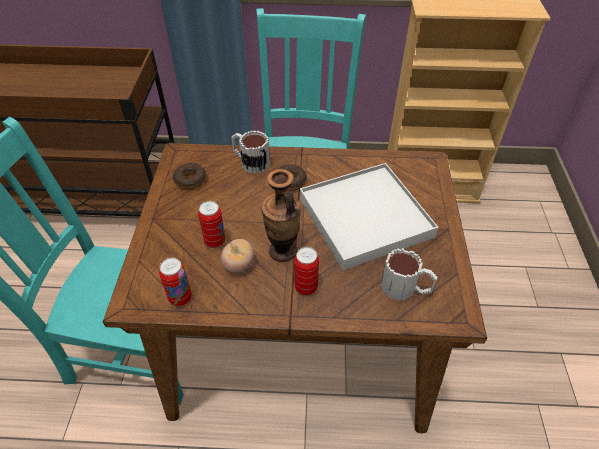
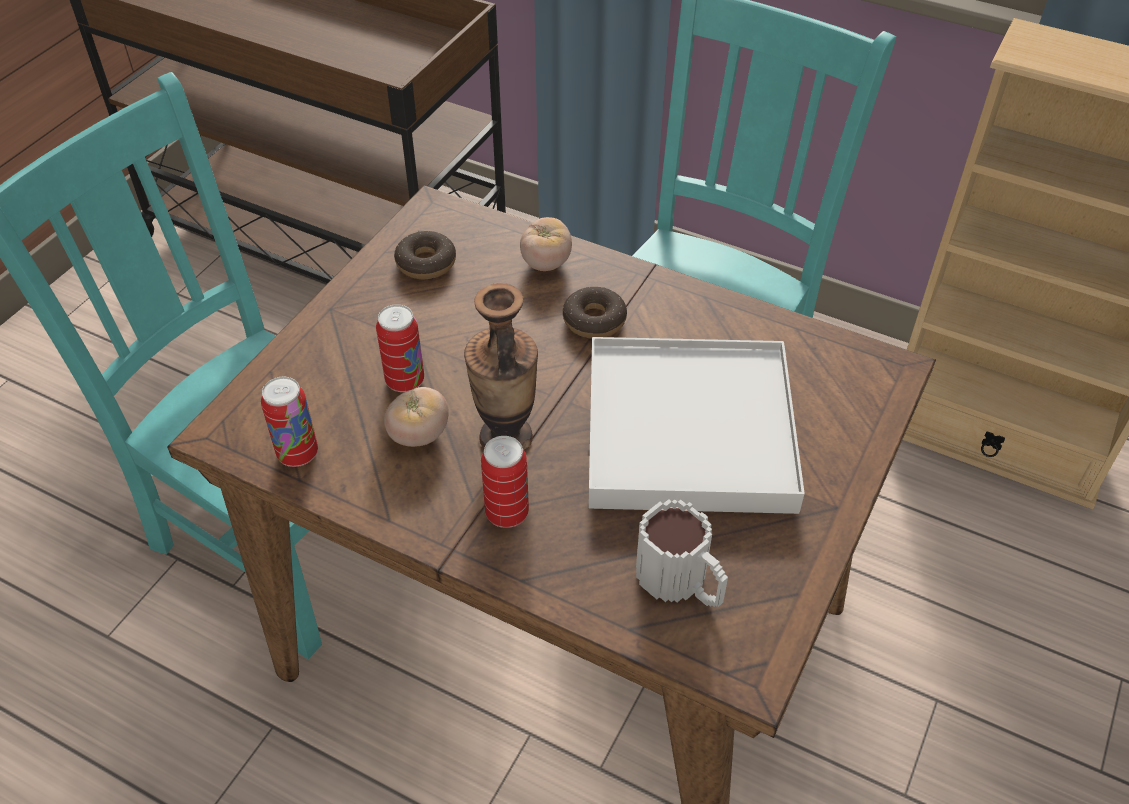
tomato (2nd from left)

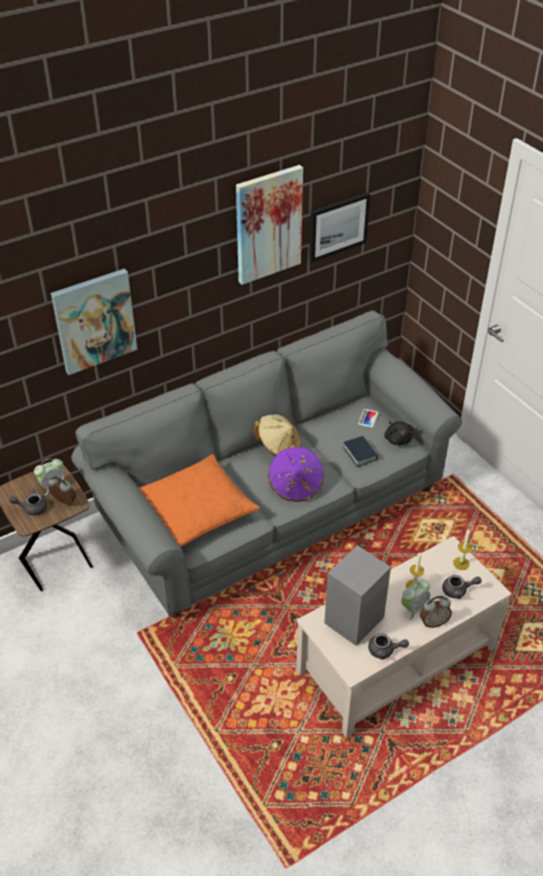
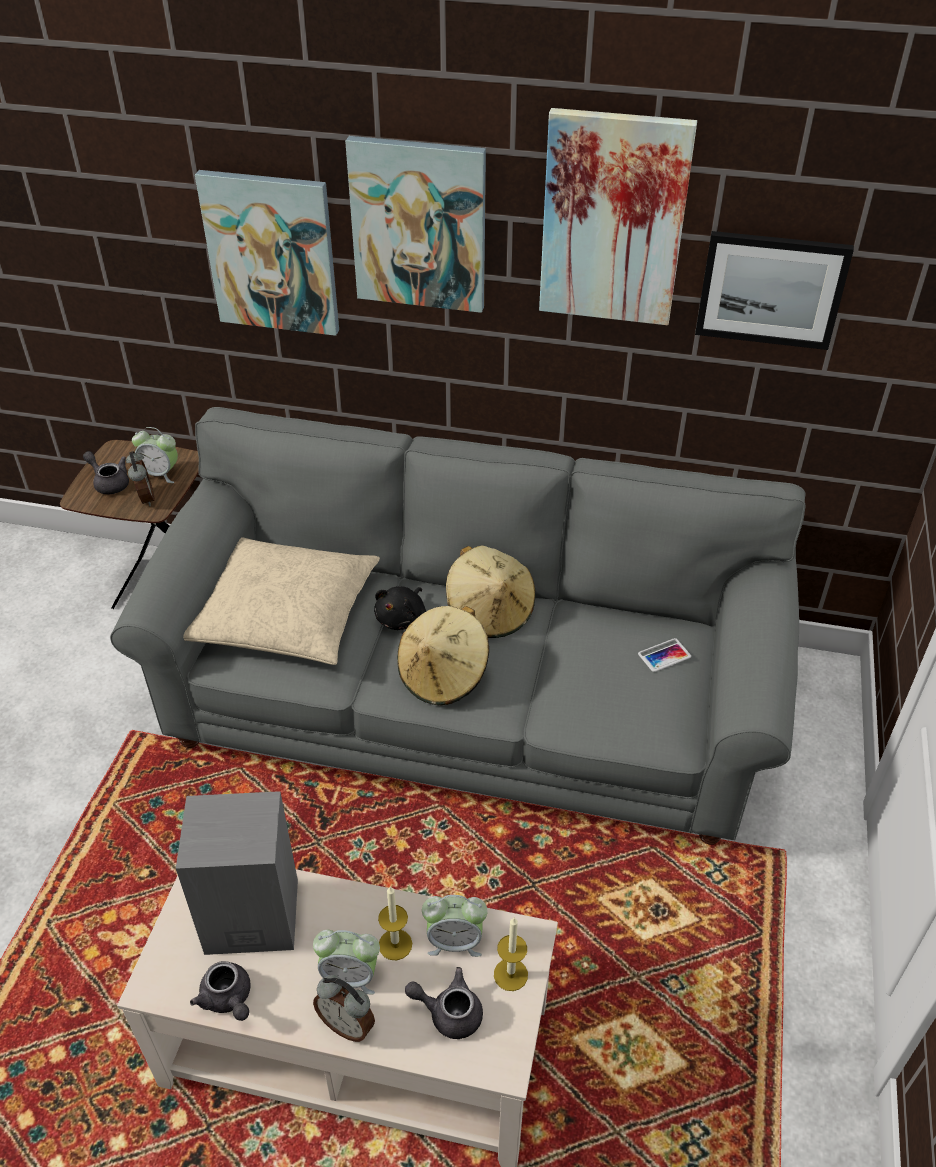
black_plush_toy; book; beige_hat (1st from left); beige_pillow; grey_teapot (3rd from left); picture (2nd from left); alarm_clock (5th from left)

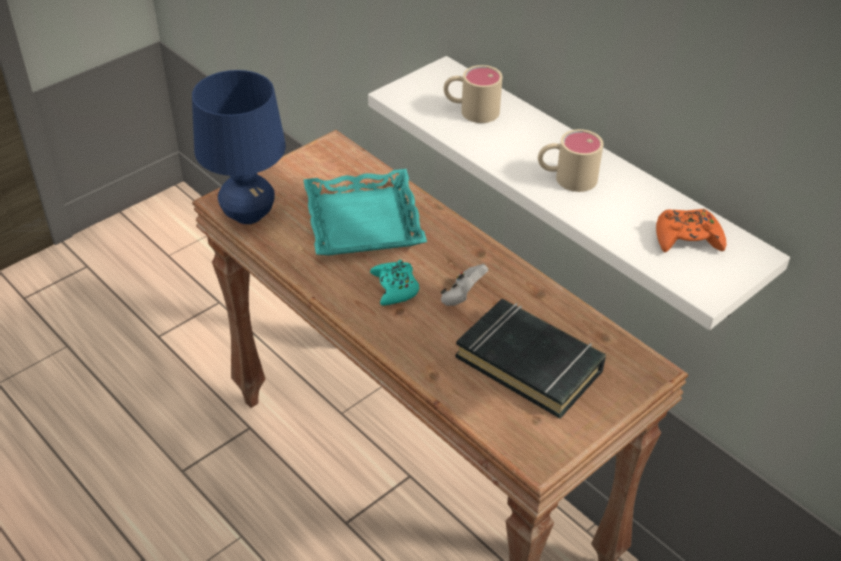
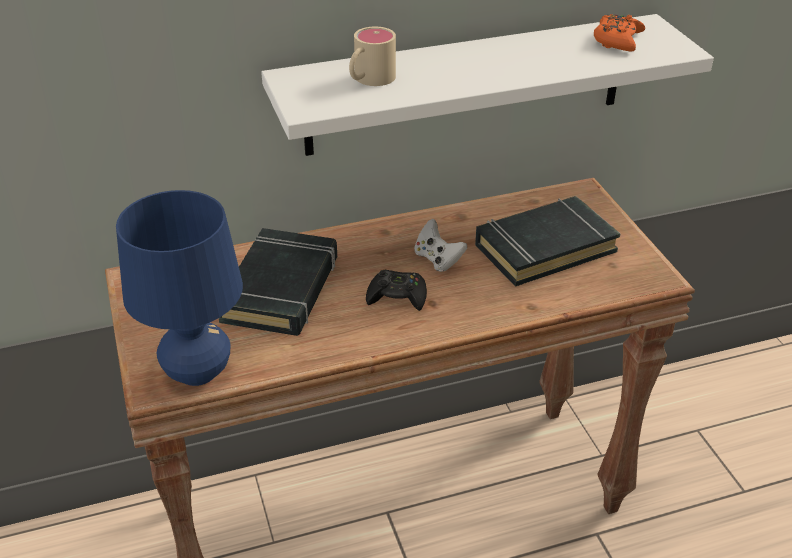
beige_mug (2nd from left in the first image); black_book (1st from left); black_game_controller

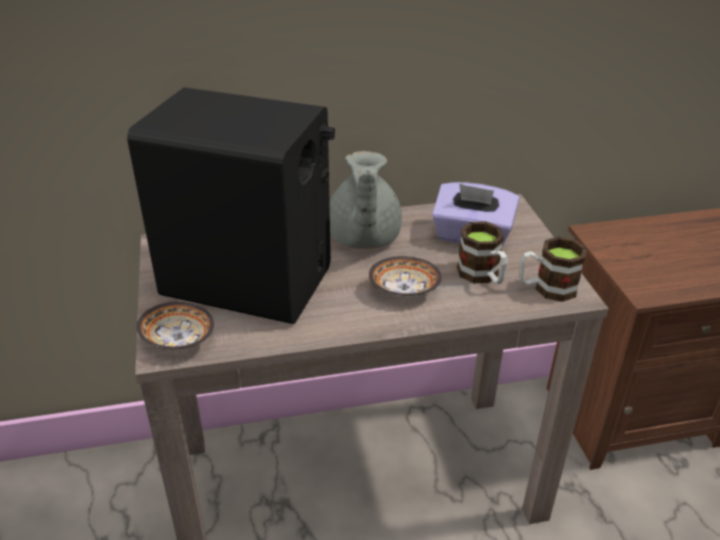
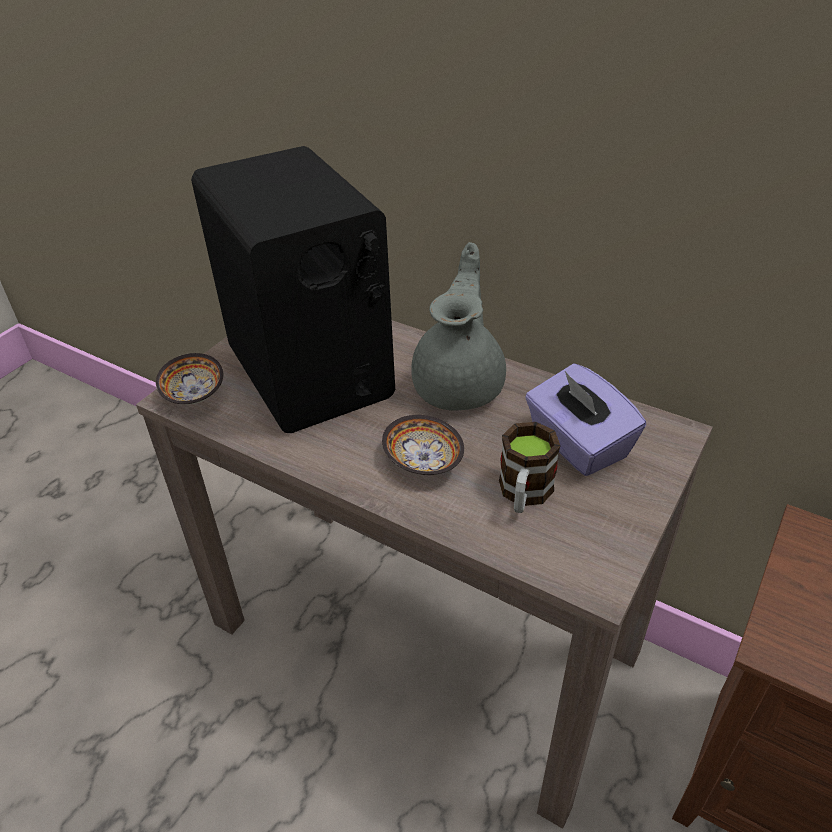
grey_teapot; mug (2nd from left in the first image)

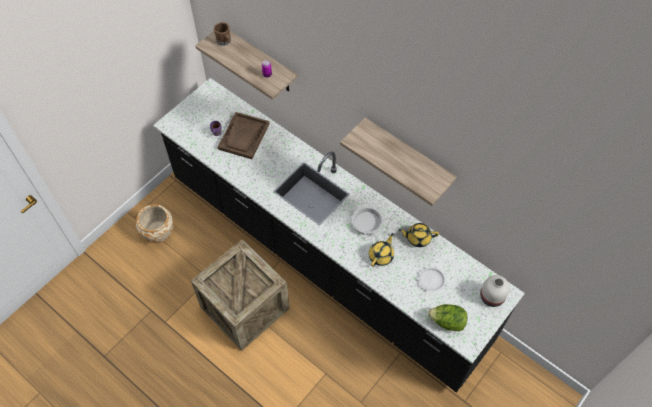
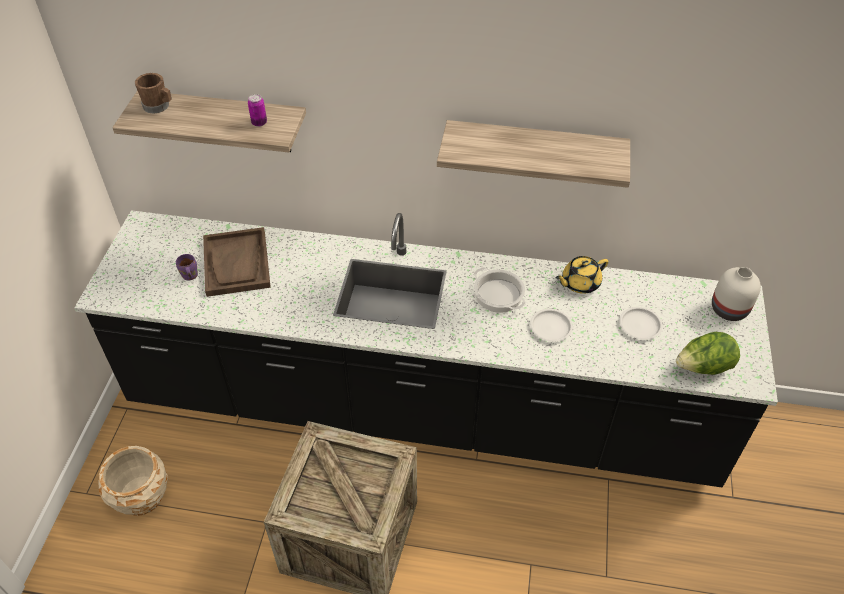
white_plate (1st from left)

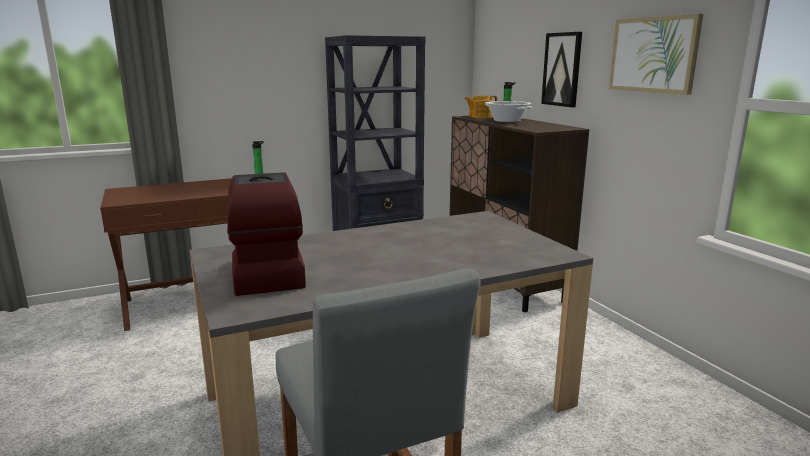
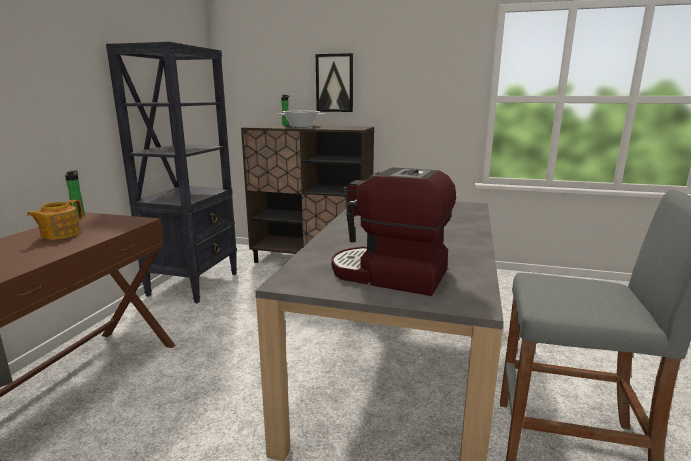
picture (2nd from left in the first image); teapot

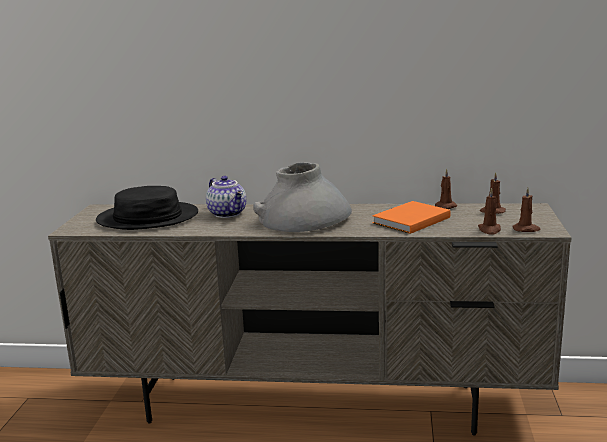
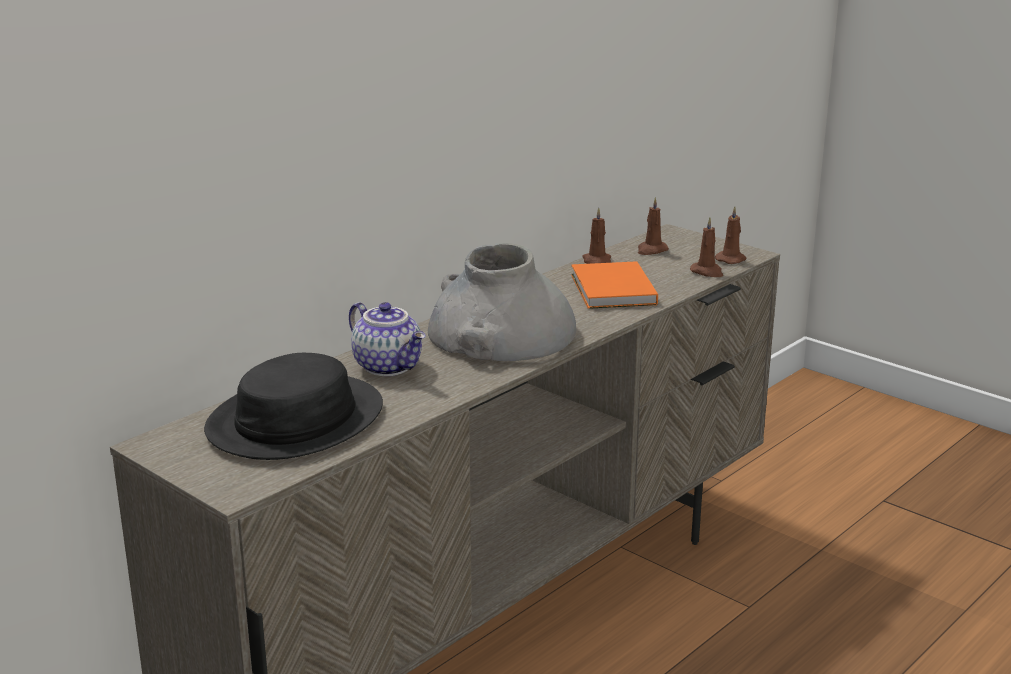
teapot

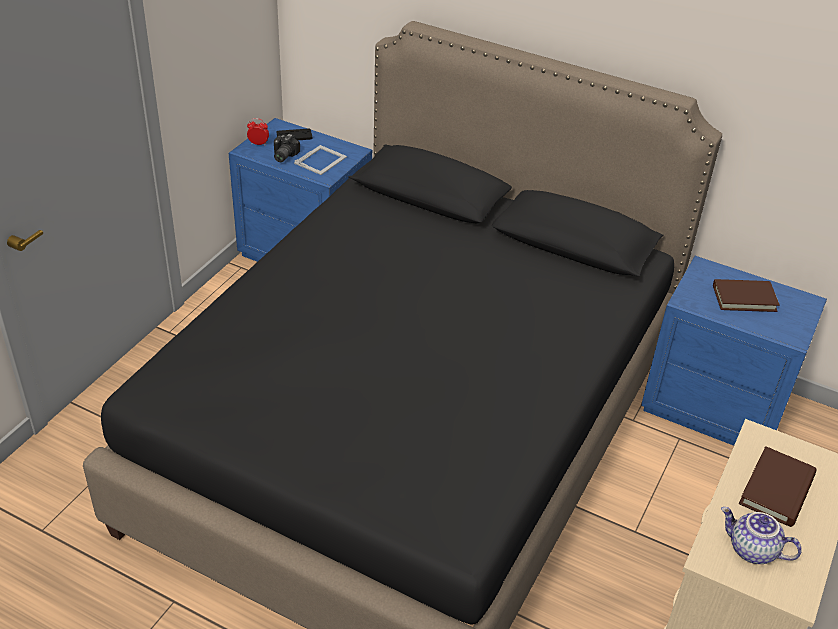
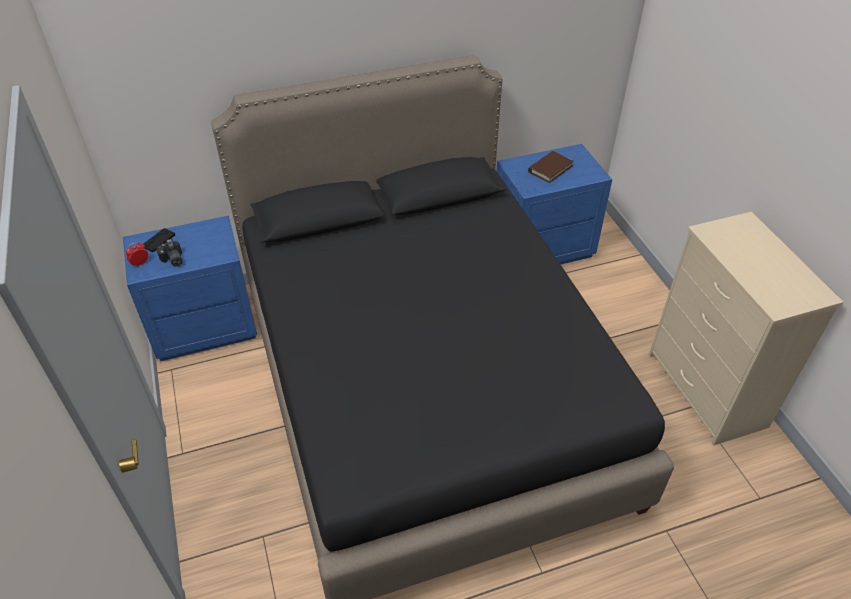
picture_frame; brown_book (2nd from left in the first image); teapot

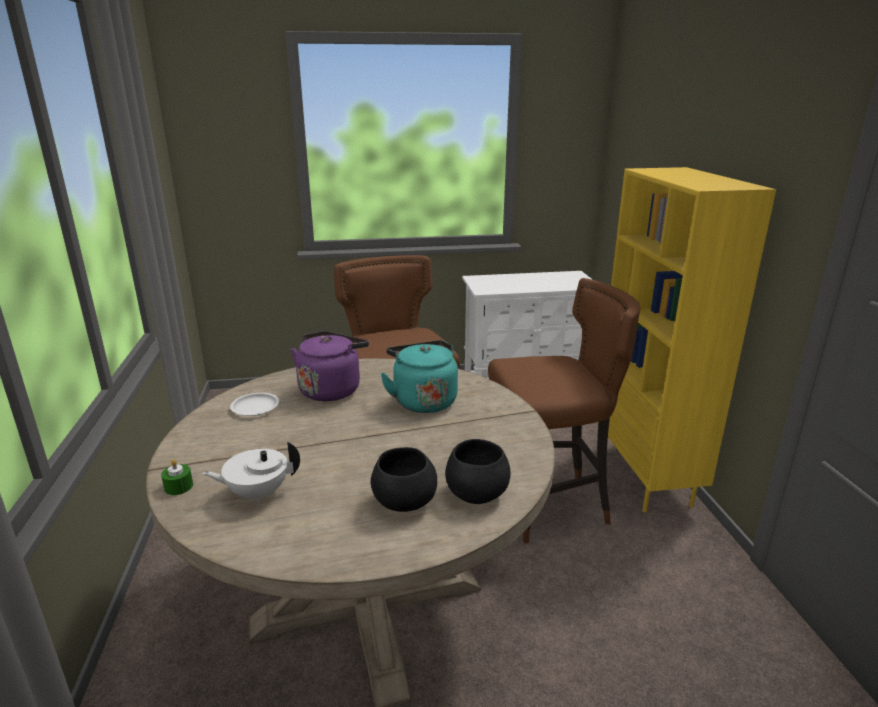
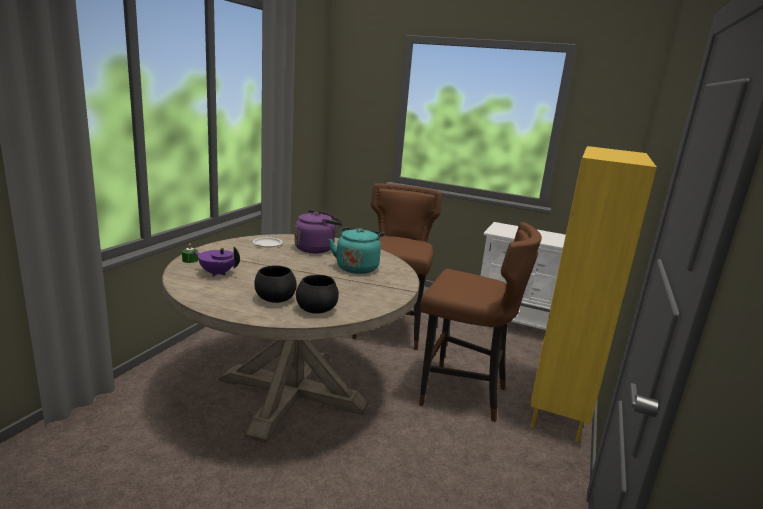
purple_teapot

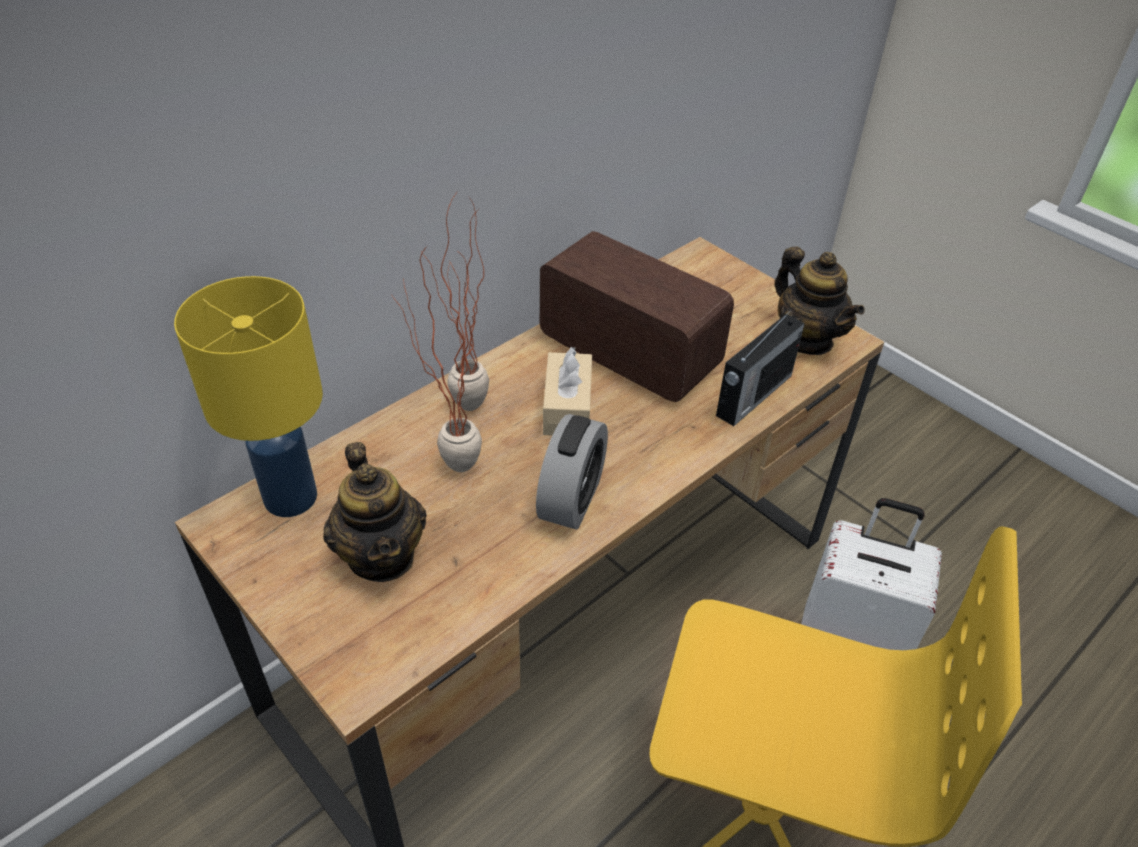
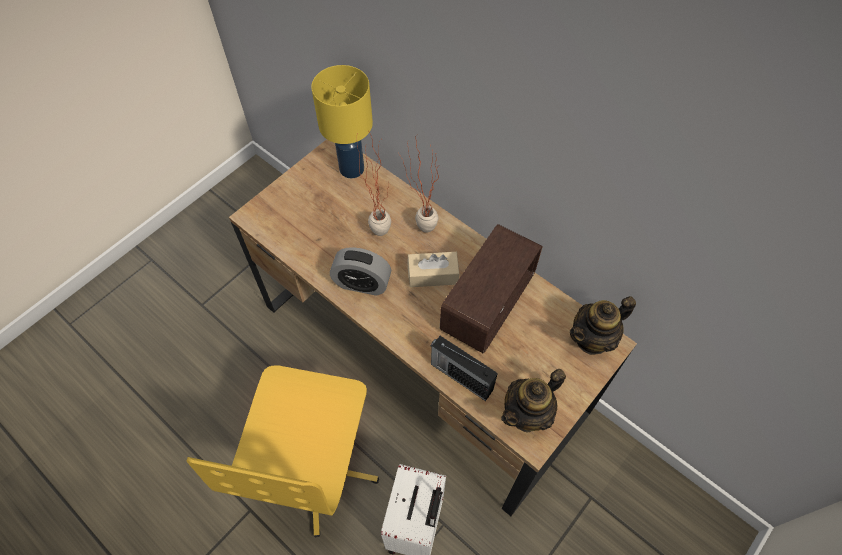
teapot (2nd from left)

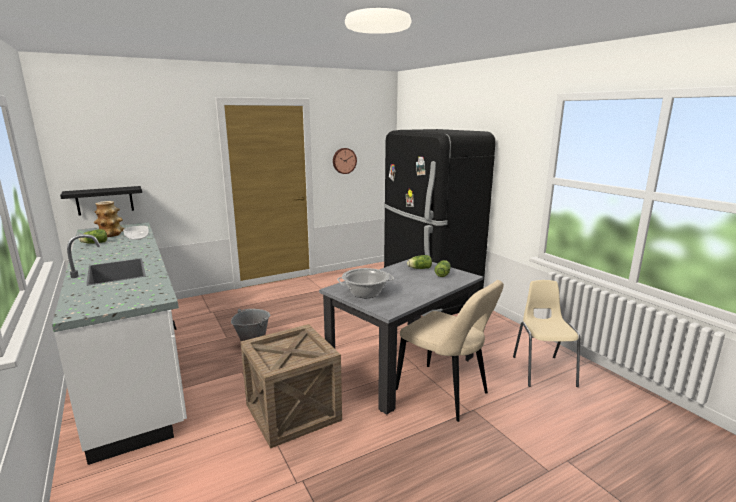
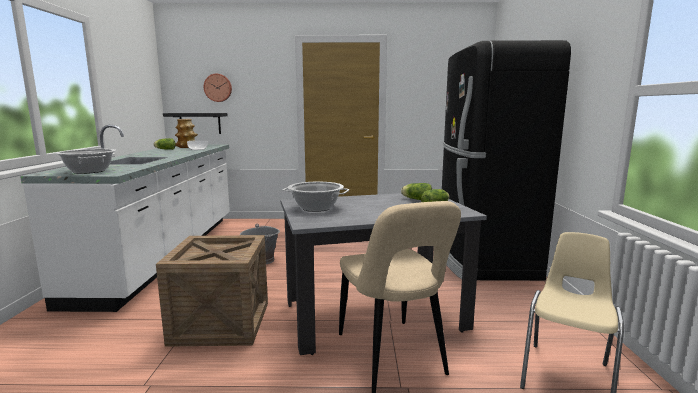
wall_clock; cooking_pot (1st from left)

